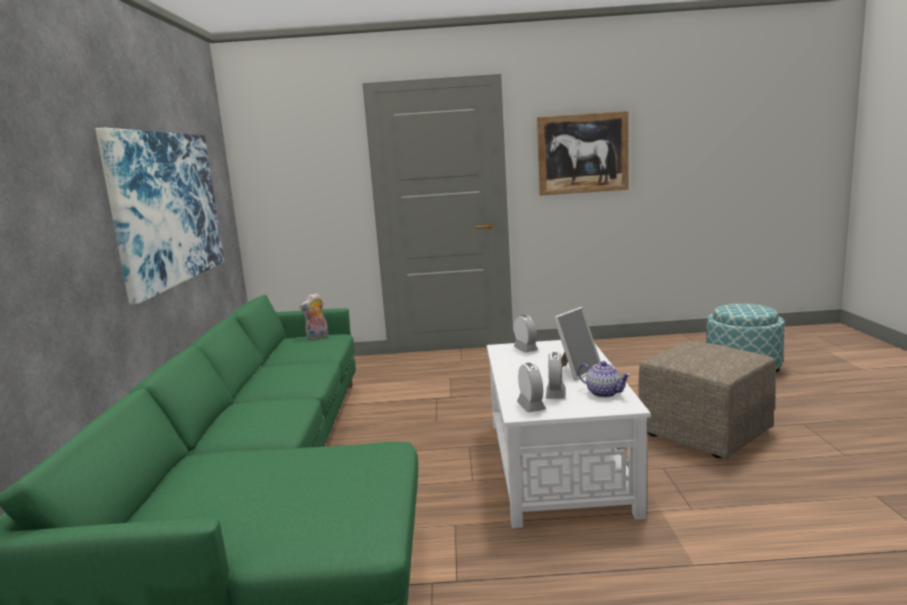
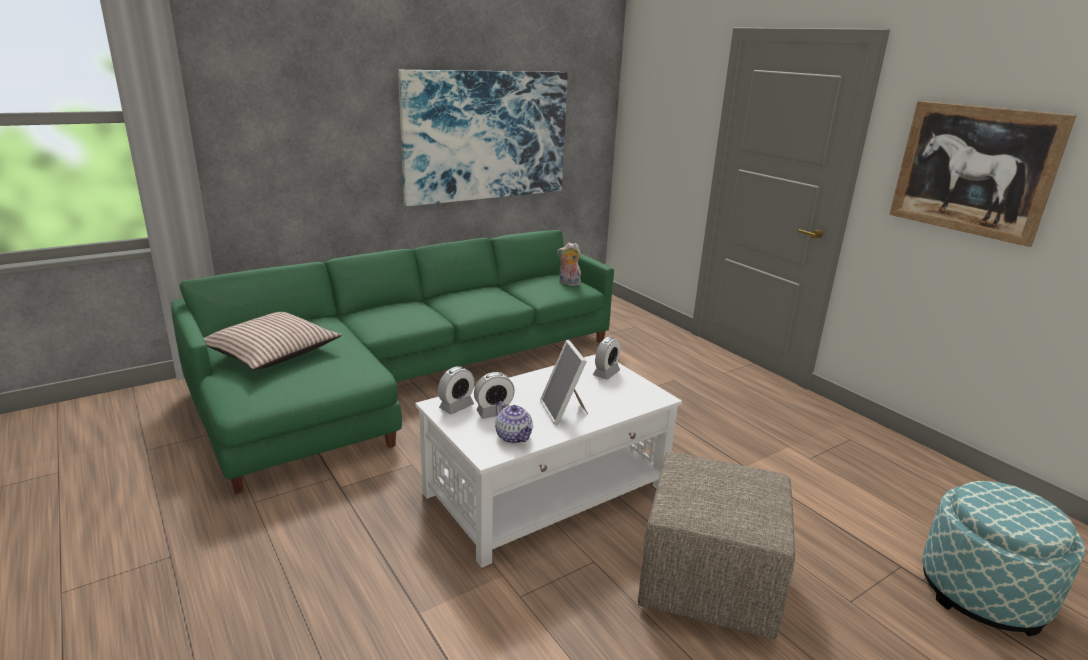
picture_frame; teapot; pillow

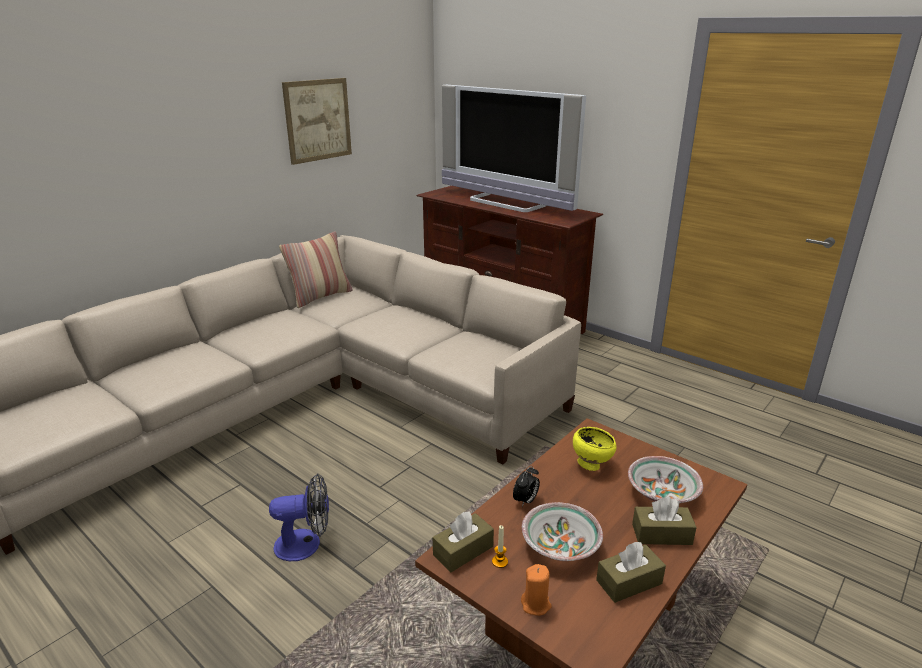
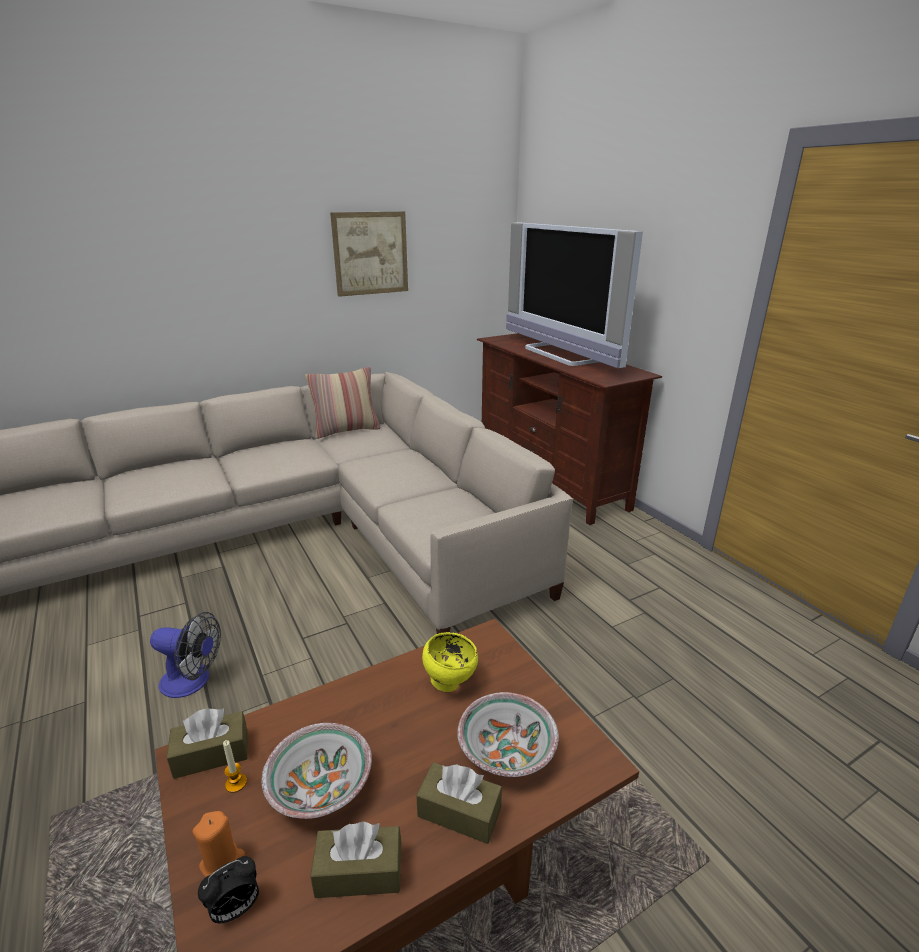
alarm_clock

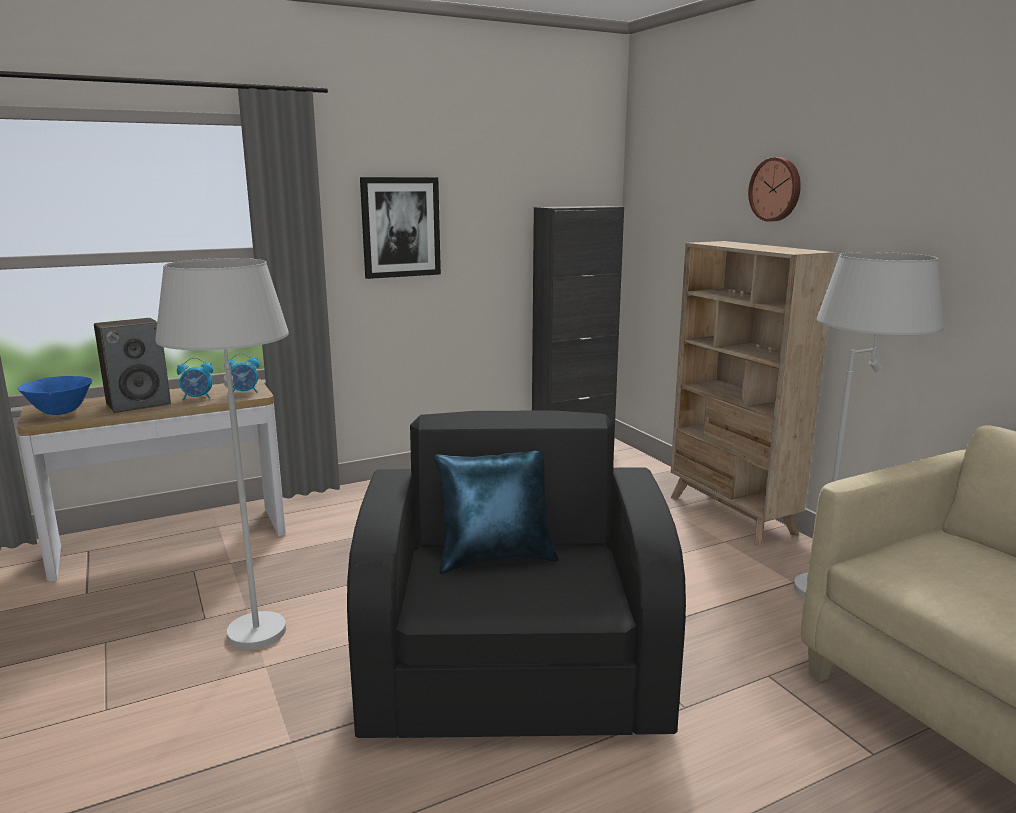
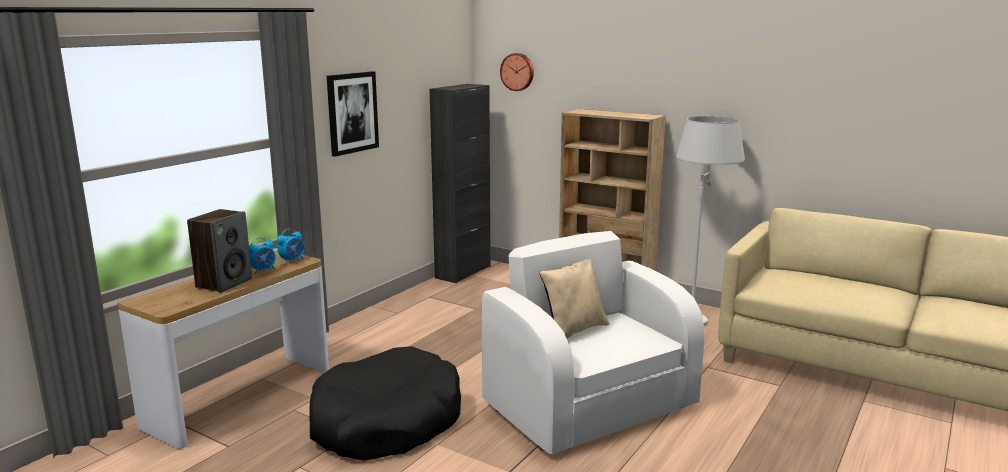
wall_clock; black_dog_bed; blue_bowl; white_armchair; beige_pillow

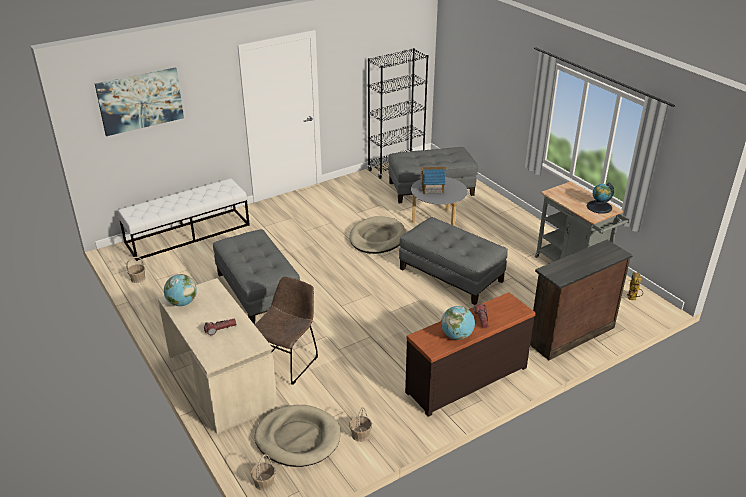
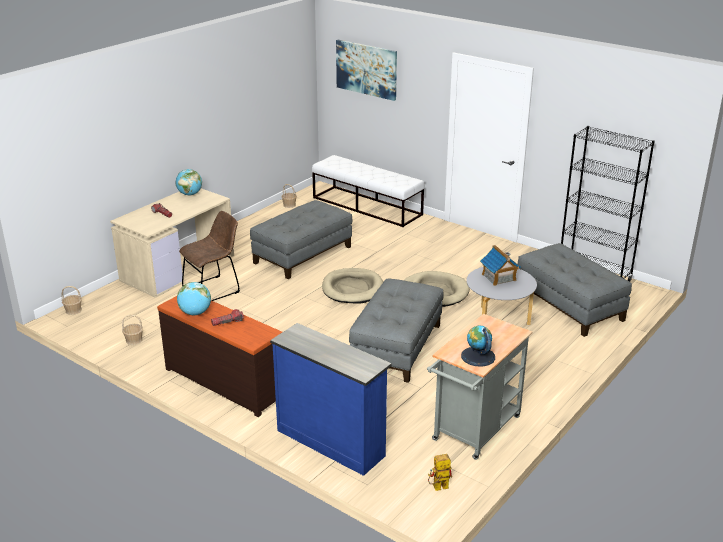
blue_dresser; brown_chair; beige_dog_bed (1st from left)

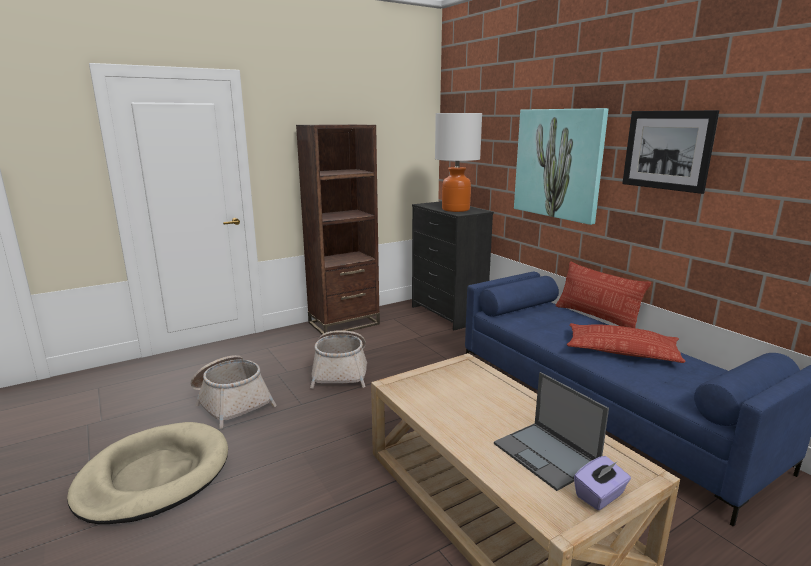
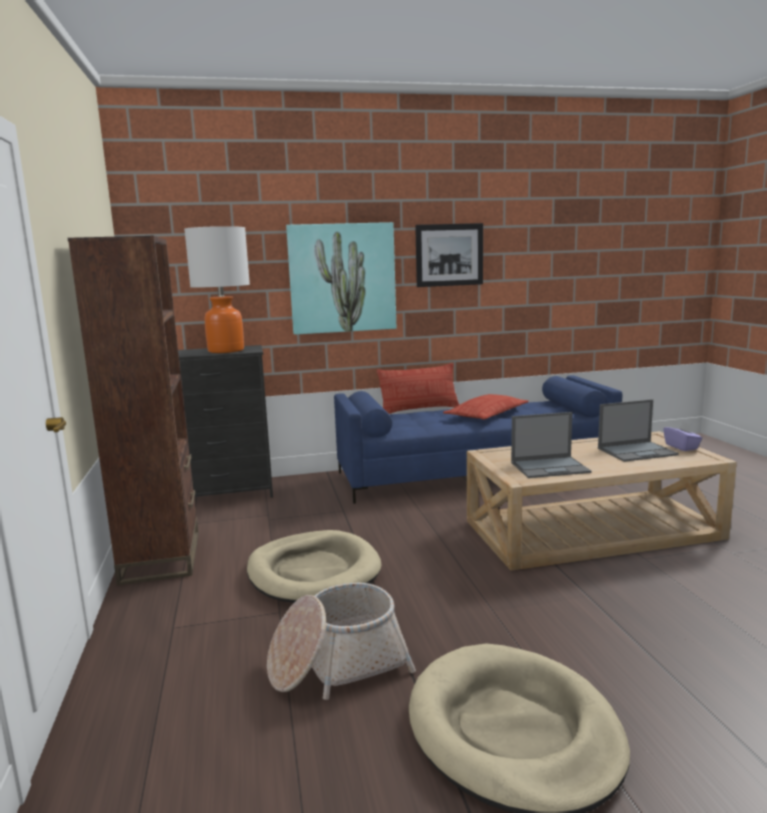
beige_dog_bed (1st from left); laptop (1st from left)

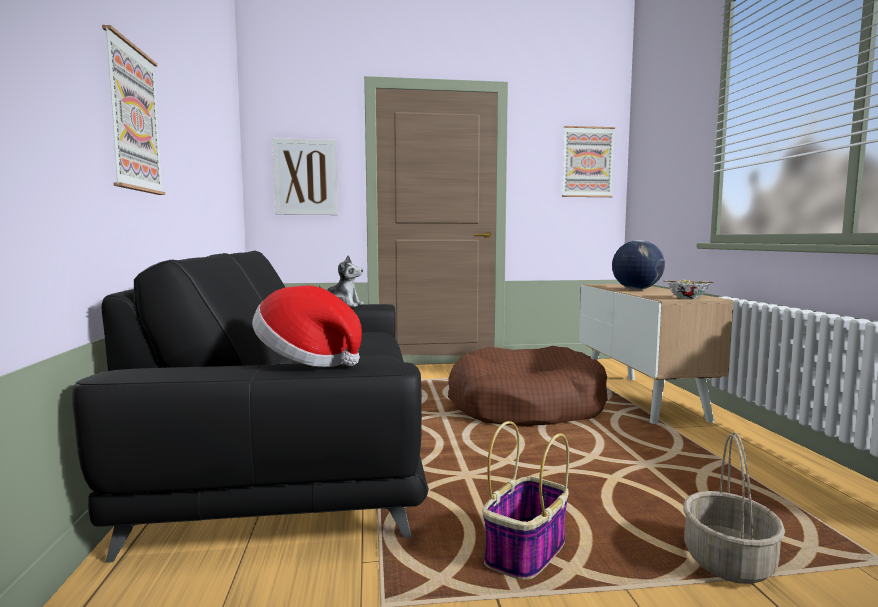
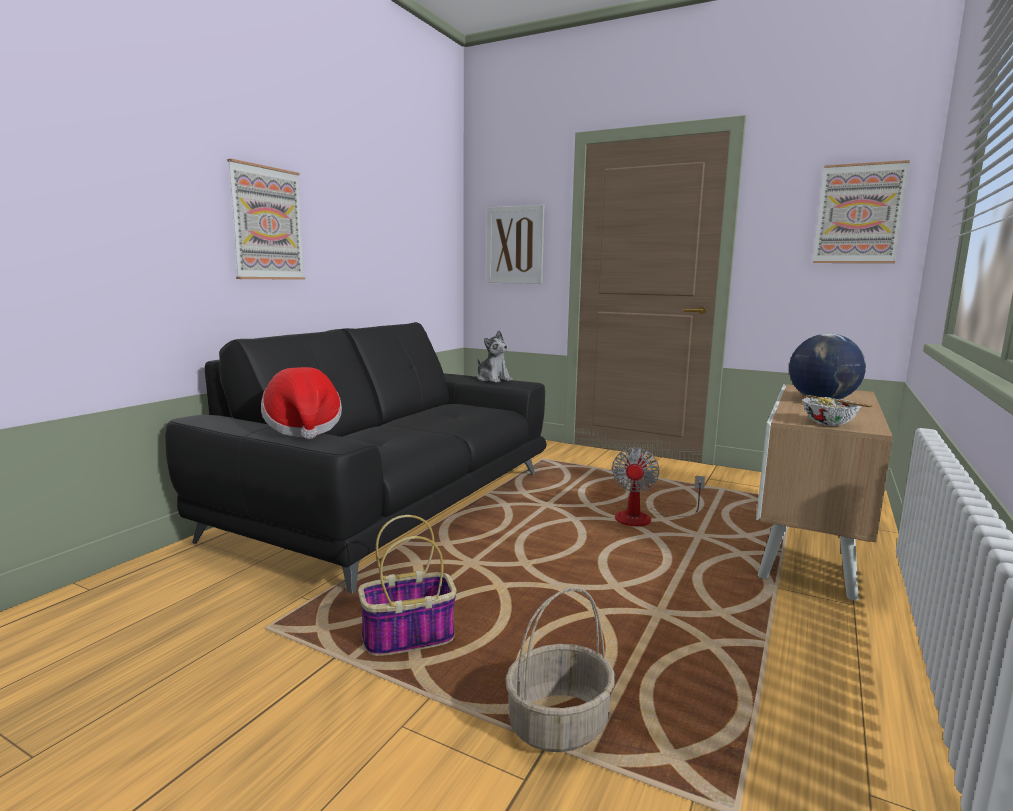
fan

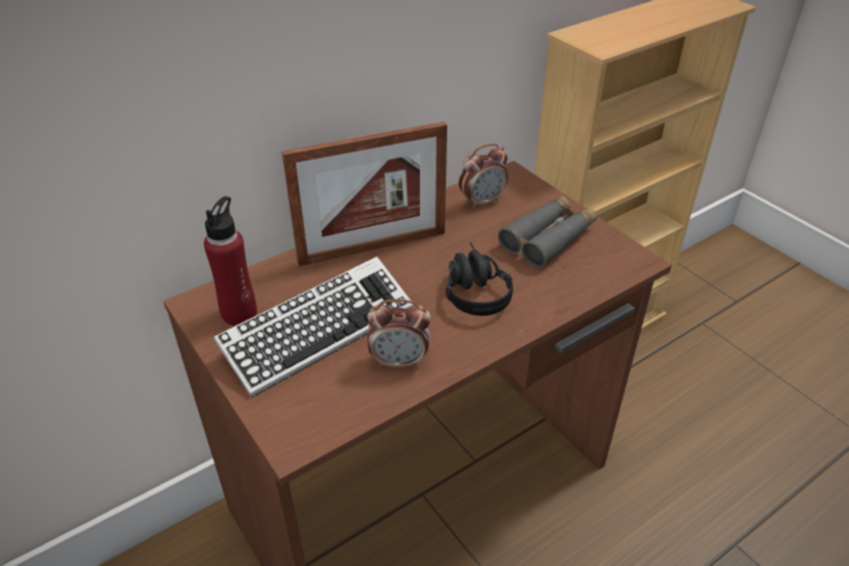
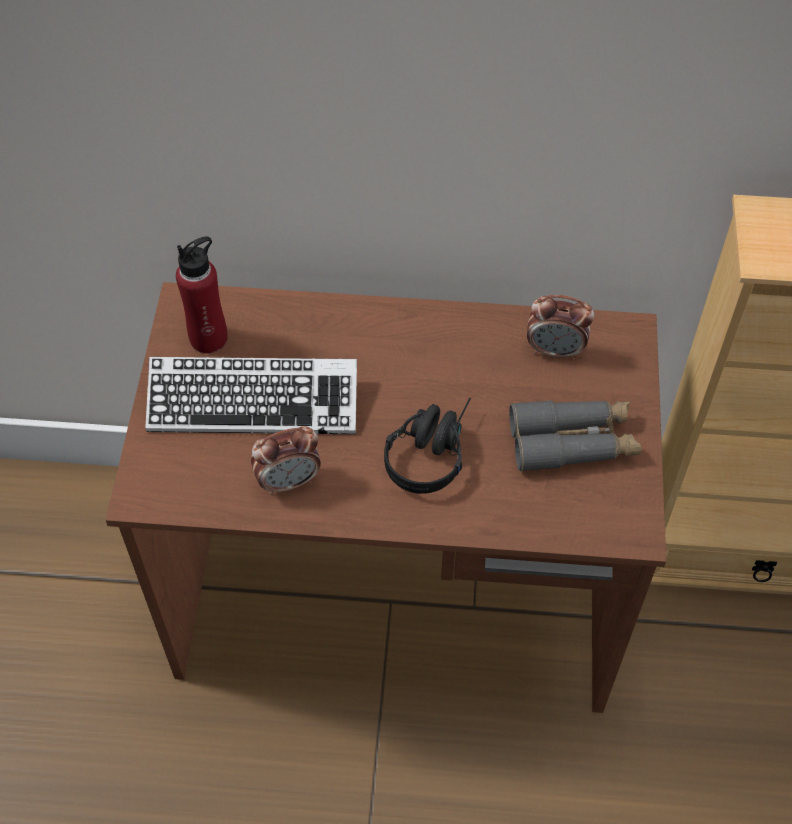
picture_frame; alarm_clock (1st from left)

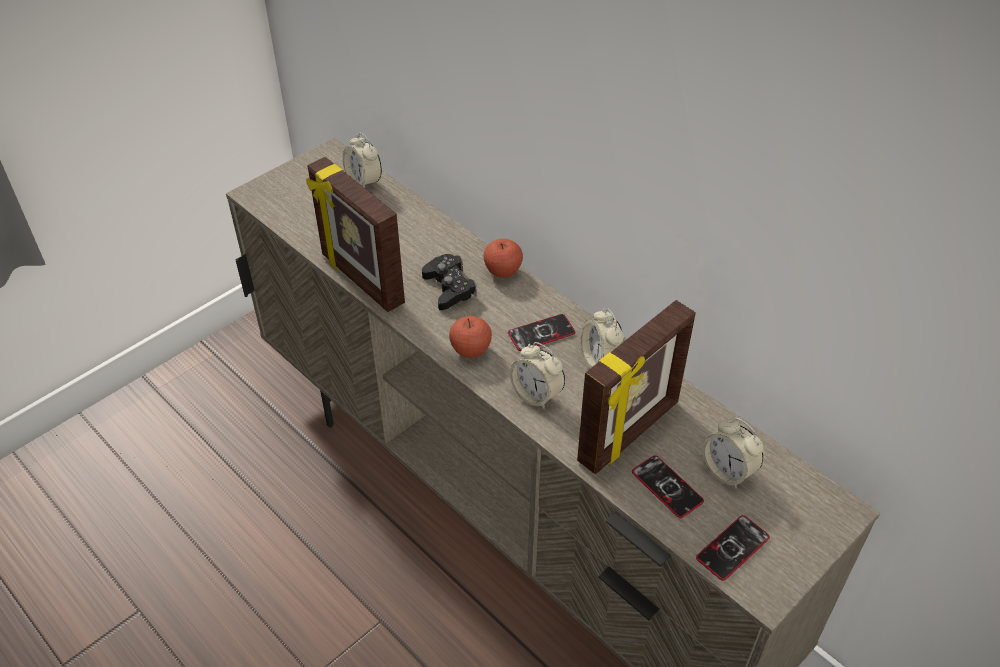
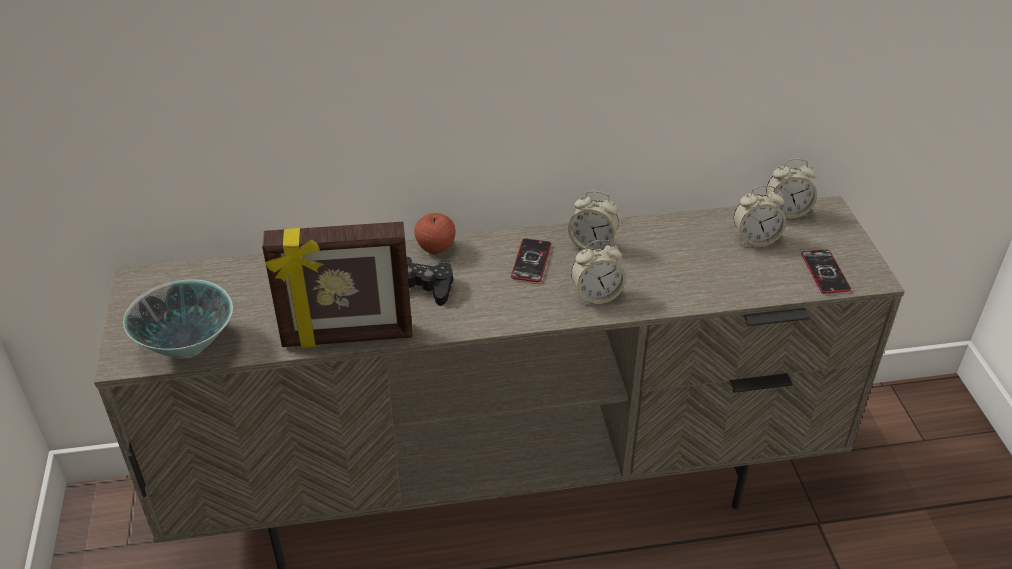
alarm_clock (4th from left); picture_frame (2nd from left in the first image); apple (1st from left in the first image); phone (2nd from left in the first image); bowl

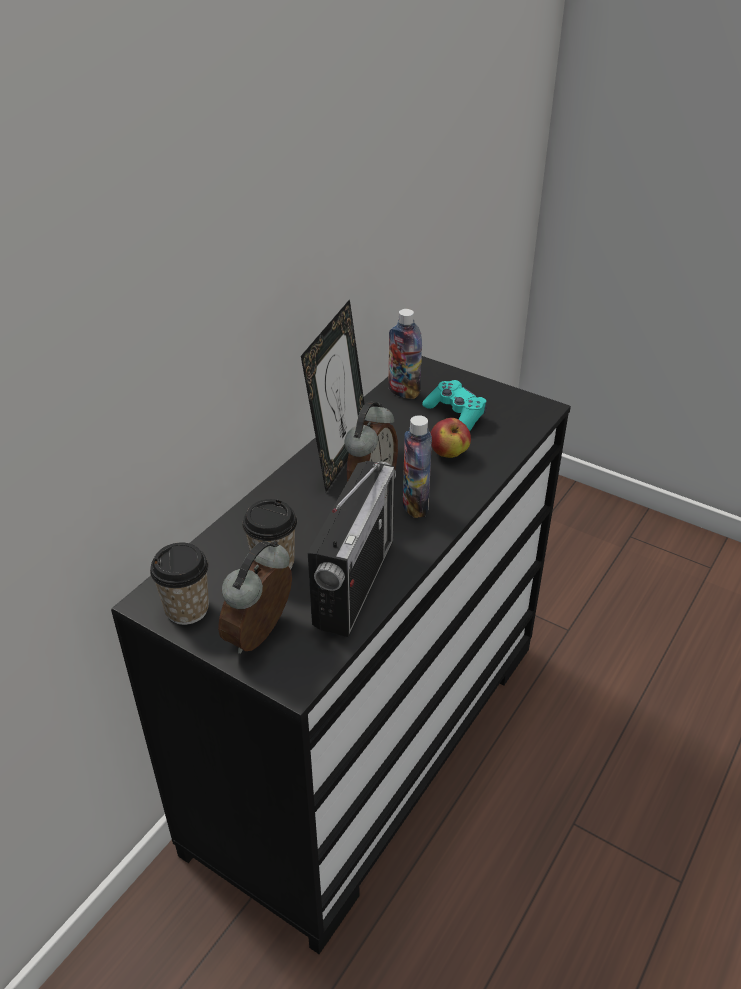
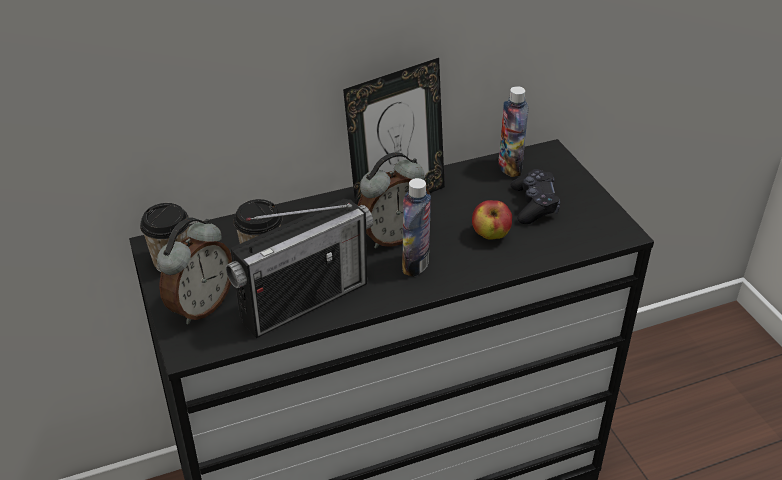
black_game_controller; alarm_clock (1st from left)

